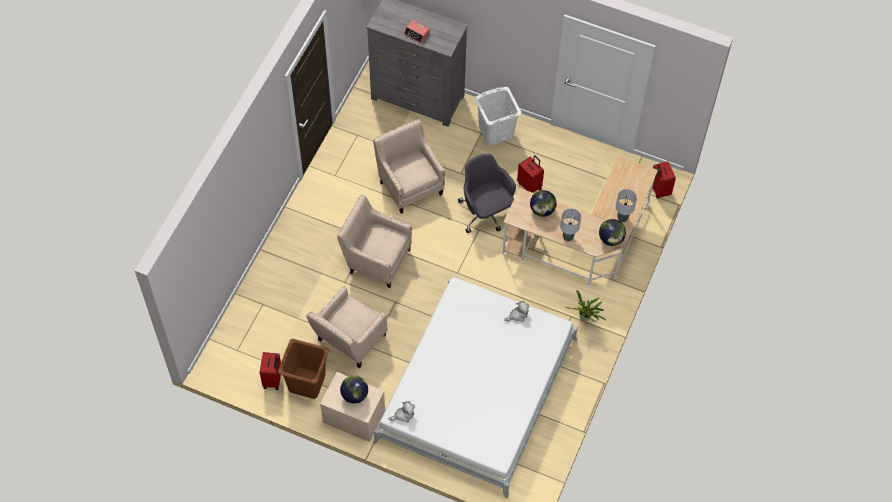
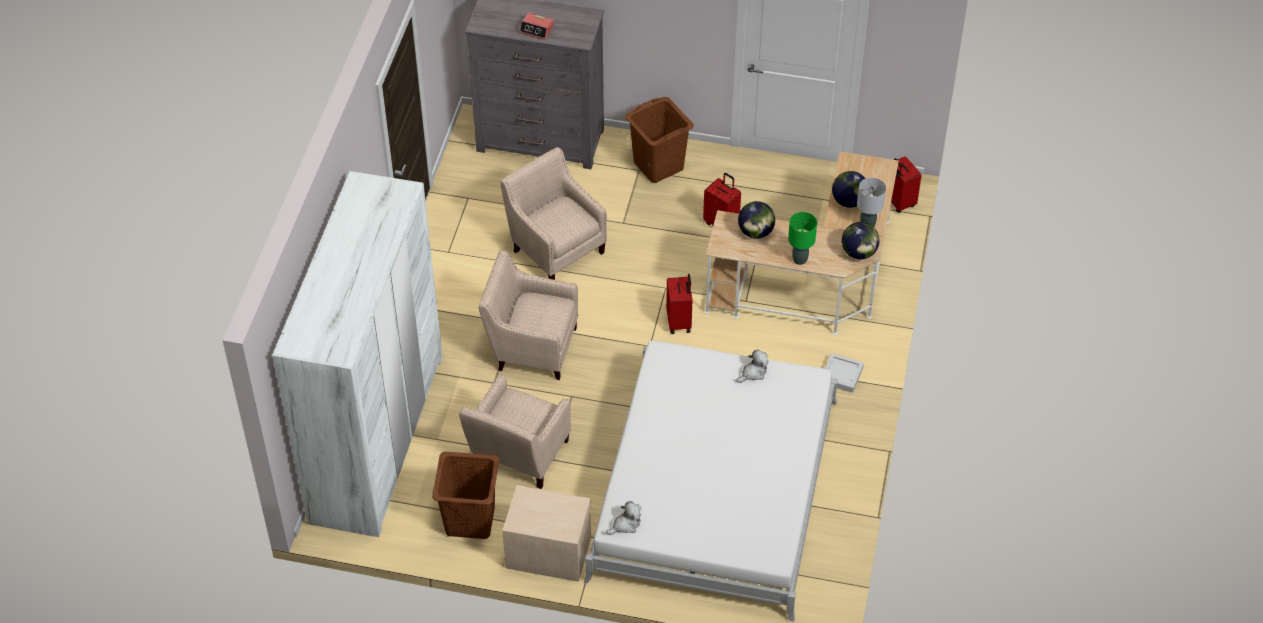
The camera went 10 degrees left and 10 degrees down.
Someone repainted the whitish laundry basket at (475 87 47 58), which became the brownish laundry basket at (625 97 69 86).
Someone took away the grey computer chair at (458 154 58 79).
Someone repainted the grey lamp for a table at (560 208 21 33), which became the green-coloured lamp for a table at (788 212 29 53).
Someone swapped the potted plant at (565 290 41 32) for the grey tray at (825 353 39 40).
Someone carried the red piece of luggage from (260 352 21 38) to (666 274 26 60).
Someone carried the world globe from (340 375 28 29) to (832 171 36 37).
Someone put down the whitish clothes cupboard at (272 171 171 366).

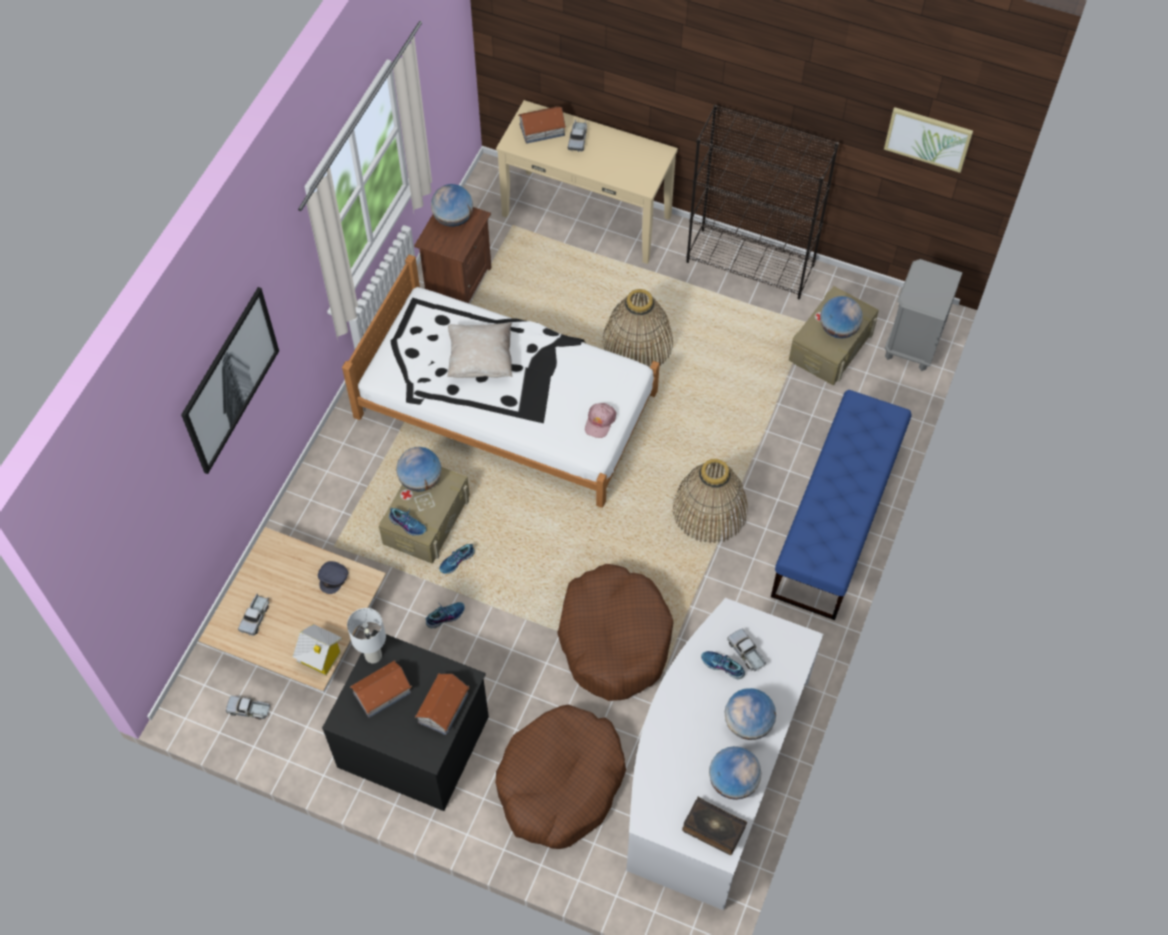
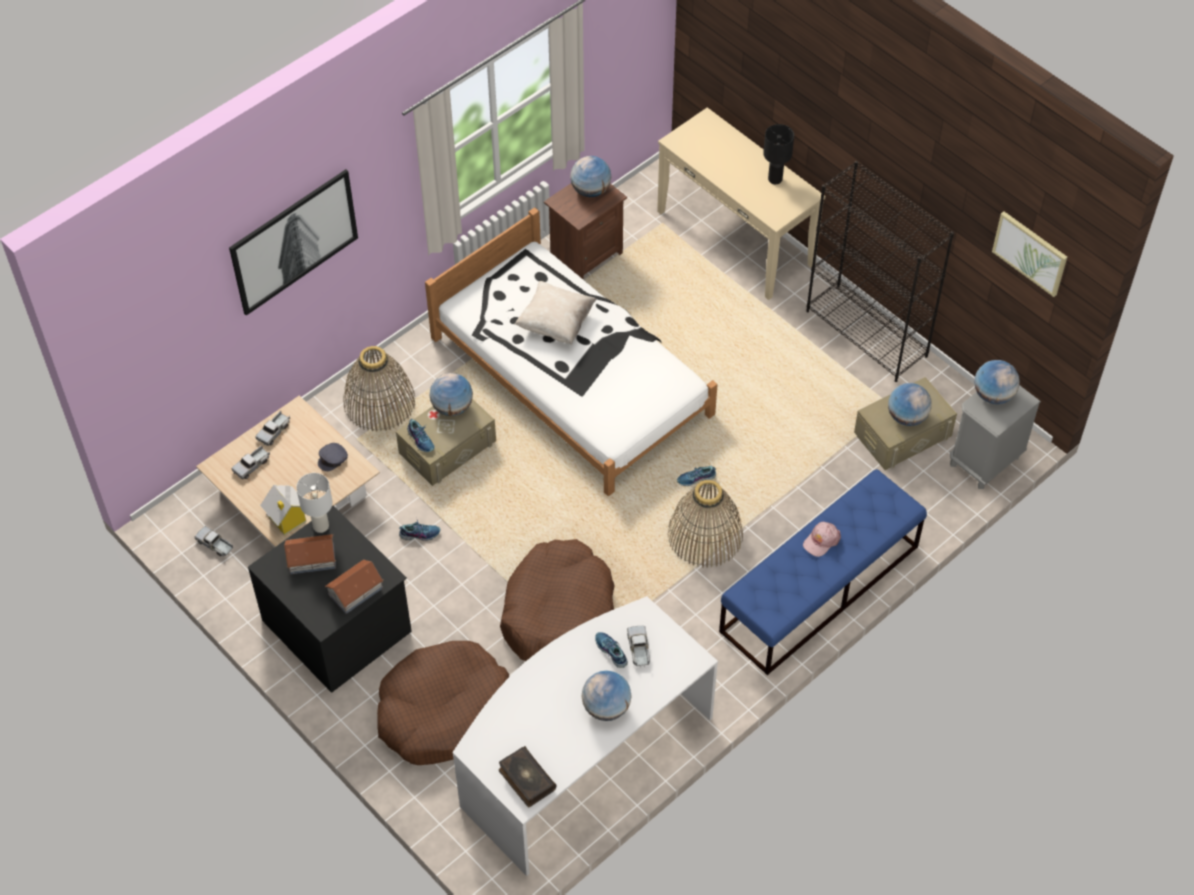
The camera went 25 degrees right and 5 degrees down.
Someone took away the miniature house at (518 106 48 38).
Someone carried the toy lorry from (568 119 19 33) to (255 411 35 35).
Someone carried the basket from (602 289 71 78) to (343 346 72 85).
Someone carried the pink baseball cap from (585 403 31 35) to (803 521 38 36).
Someone carried the low shoe from (439 544 36 30) to (677 466 39 20).
Someone carried the world globe from (709 746 52 54) to (974 360 46 44).
Someone put down the blackish lamp for a table at (763 124 31 60).

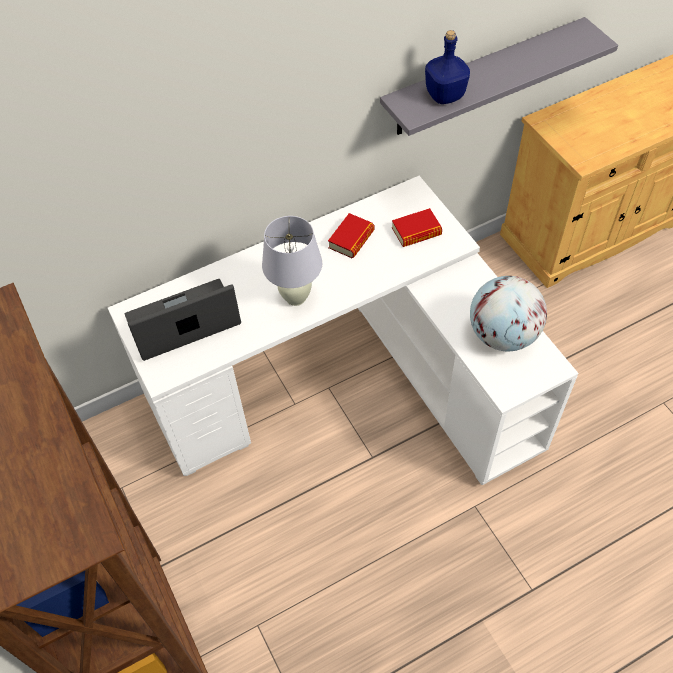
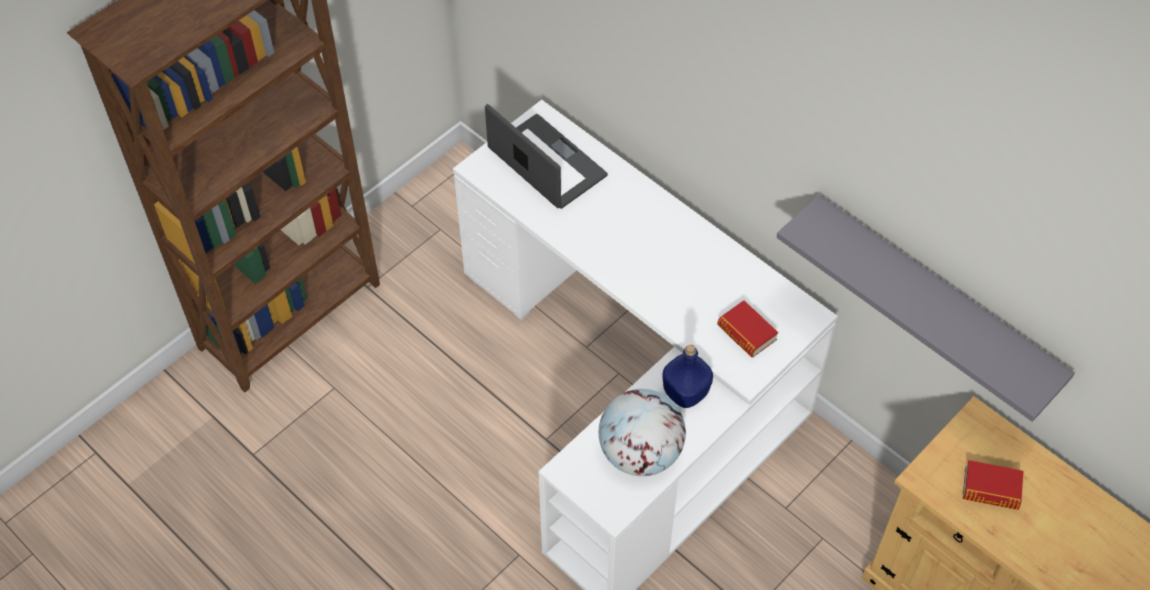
The camera went 70 degrees right and 0 degrees up.
Someone carried the bluish beverage bottle from (425 30 45 74) to (662 345 51 63).
Someone carried the bound book from (328 213 46 45) to (963 460 60 50).
Someone took away the whitish lamp for a table at (262 216 60 90).

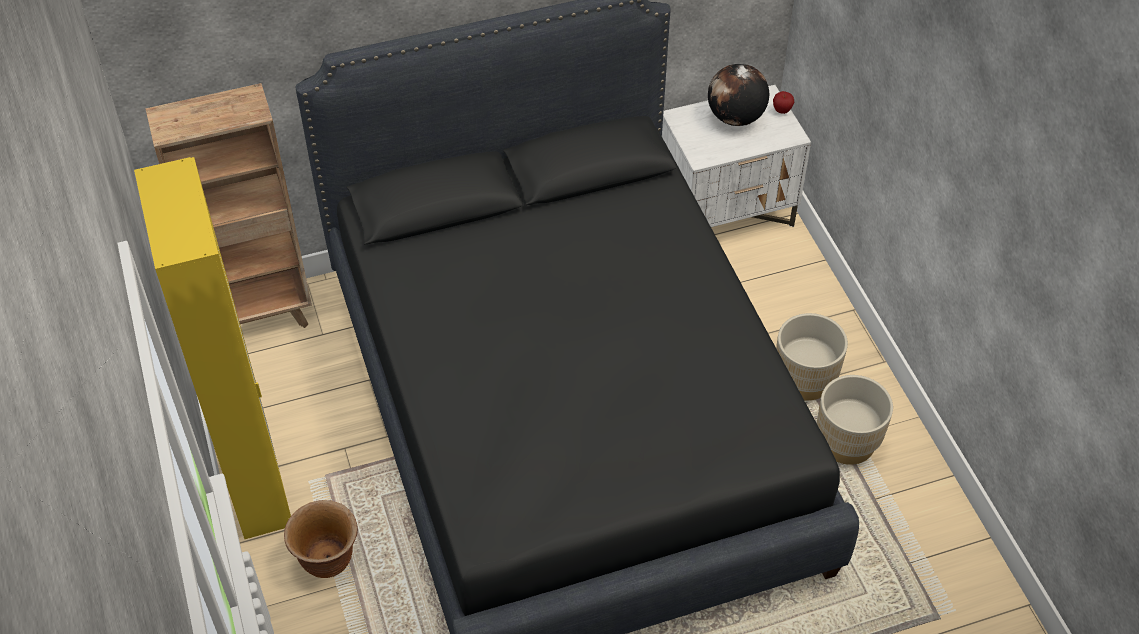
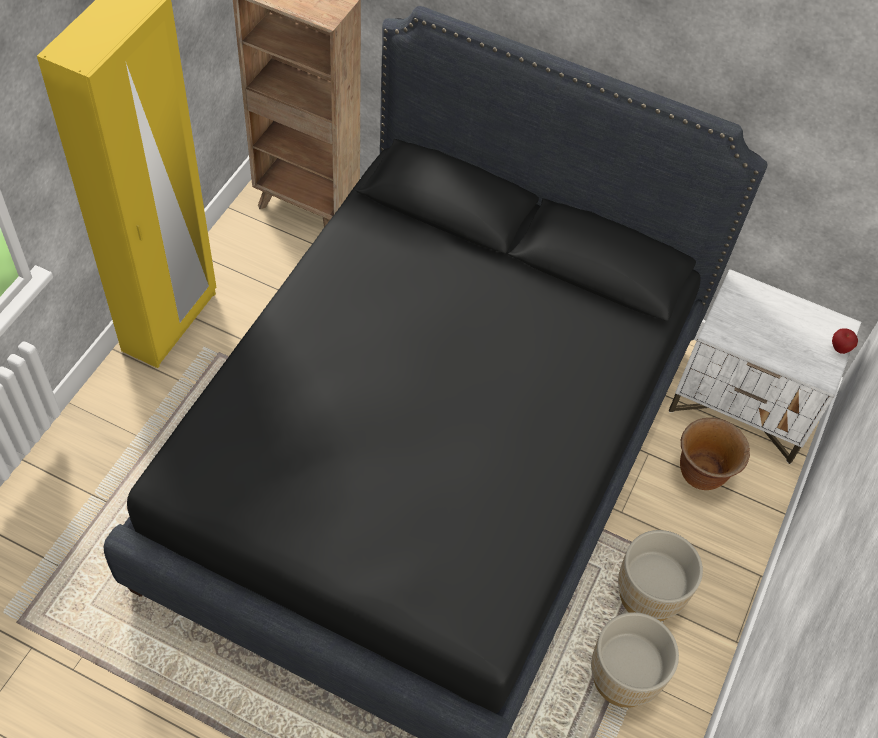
The camera went 40 degrees right and 5 degrees up.
Someone took away the world globe at (708 64 61 62).
Someone carried the brownish planter from (284 500 74 78) to (680 418 70 72).

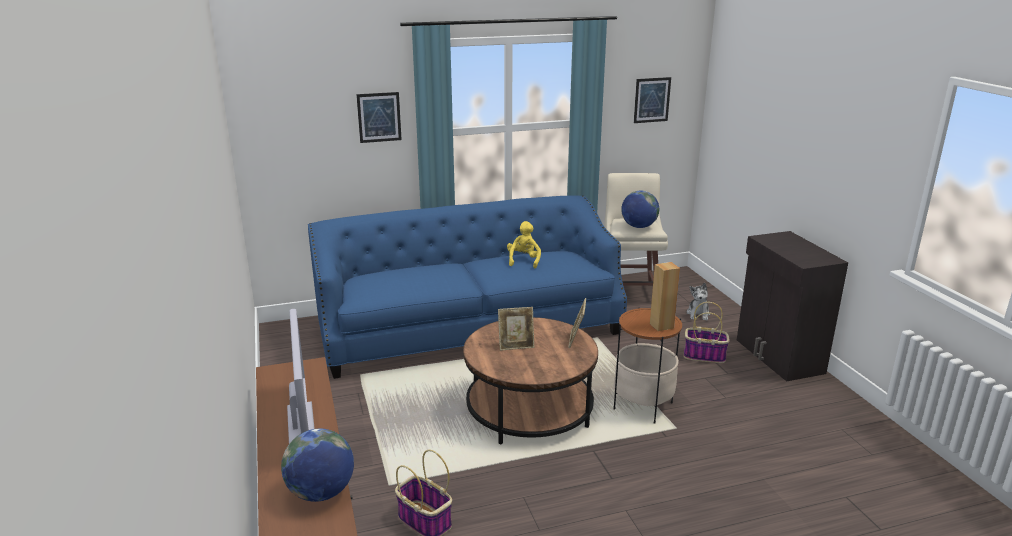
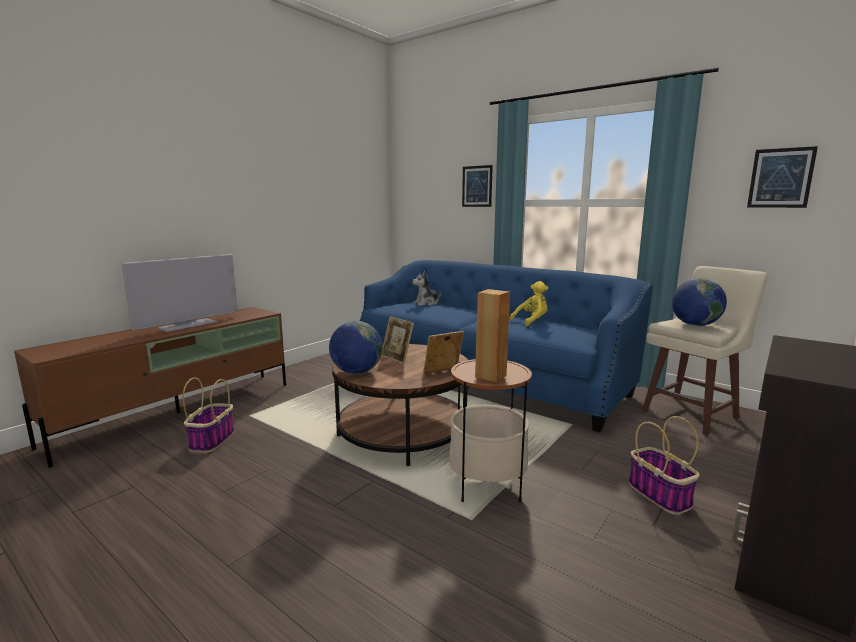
The camera went 55 degrees right and 10 degrees down.
Someone carried the soft toy from (687 283 23 37) to (412 271 30 35).
Someone carried the world globe from (281 429 73 73) to (329 321 54 53).

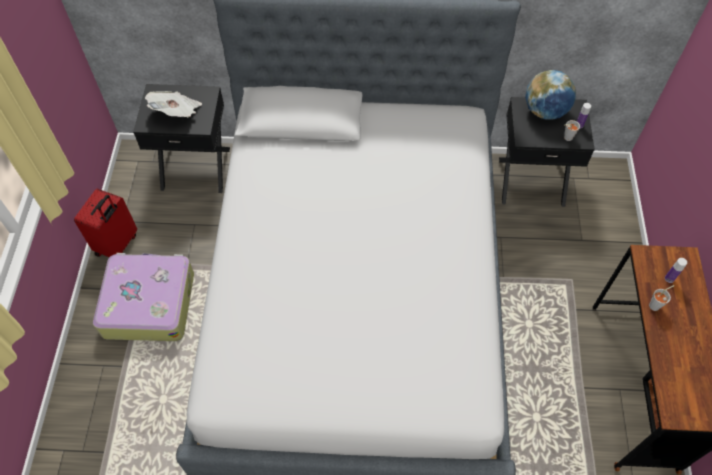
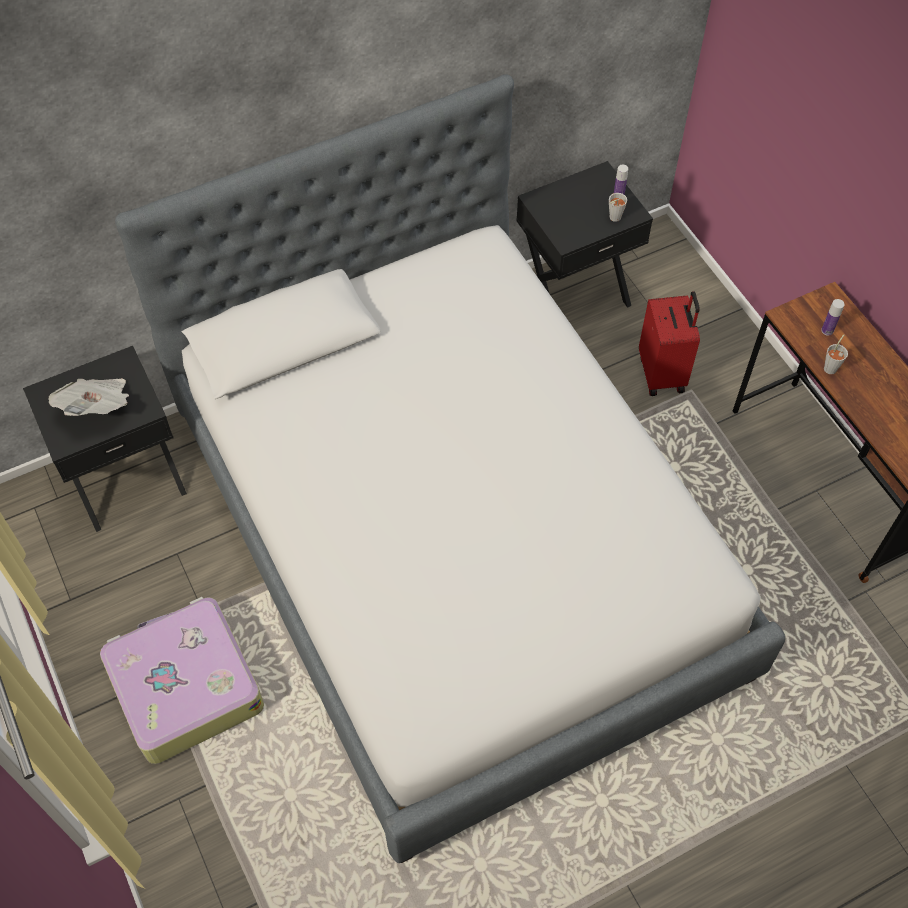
The camera went 30 degrees left and 0 degrees up.
Someone took away the world globe at (525 70 51 50).
Someone carried the red piece of luggage from (74 189 63 68) to (639 291 61 105).

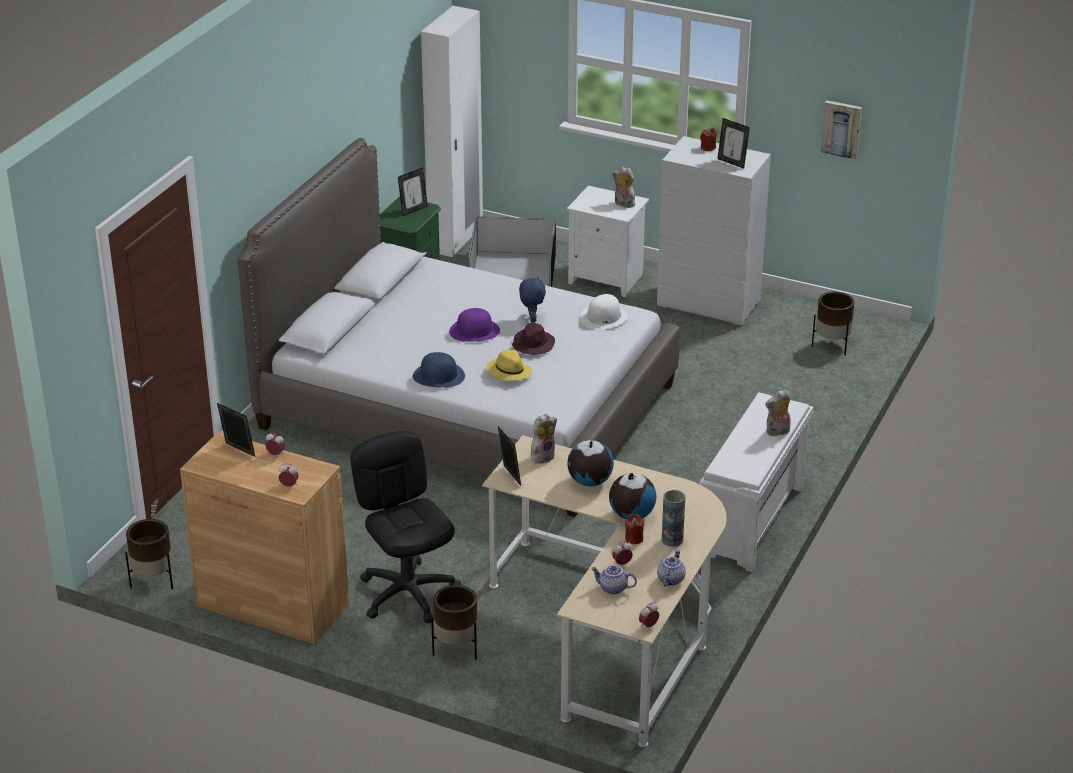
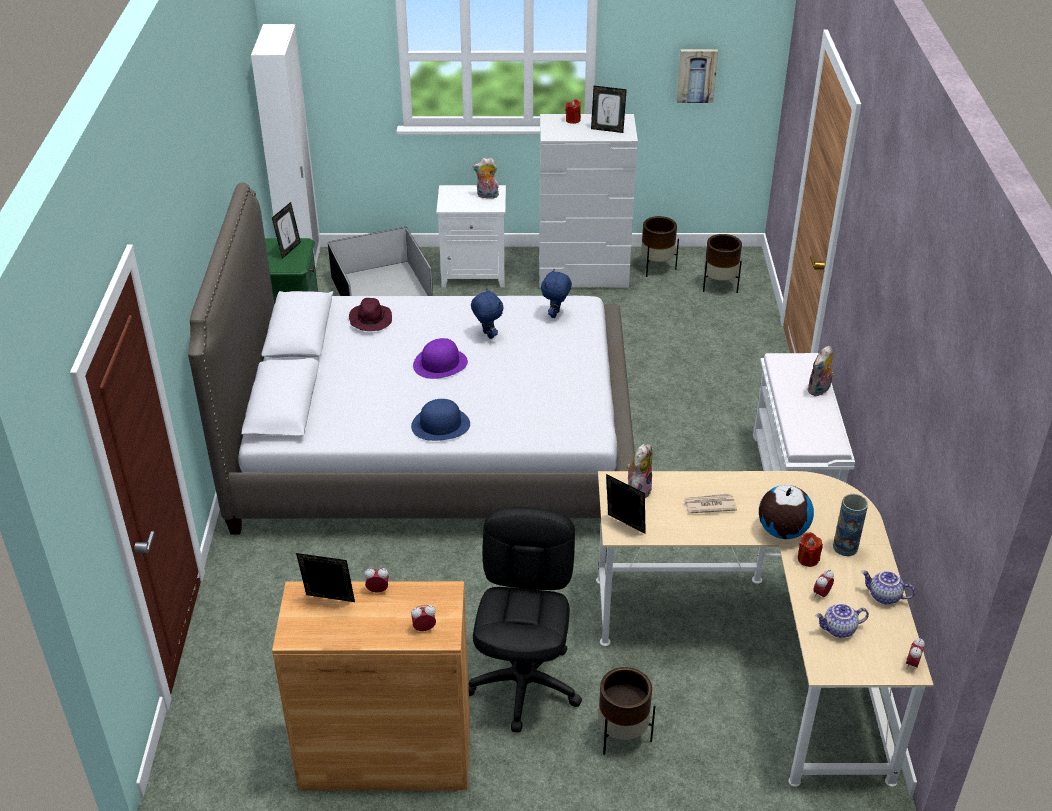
The camera went 25 degrees left and 5 degrees up.
Someone swapped the whitish wearable hat at (580 294 48 36) for the bluish soft toy at (541 269 31 49).
Someone carried the purple-coloured wearable hat from (512 323 43 32) to (349 298 43 33).
Someone took away the yellowish wearable hat at (487 350 45 31).
Someone rotated the blackish computer chair at (350 431 111 192) by 60 degrees clockwise.
Someone swapped the world globe at (567 440 47 46) for the newspaper at (684 493 53 20).
Someone carried the brownish planter from (125 519 48 70) to (641 216 38 61).
Someone rotated the teapot at (657 550 29 37) by 60 degrees counterclockwise.

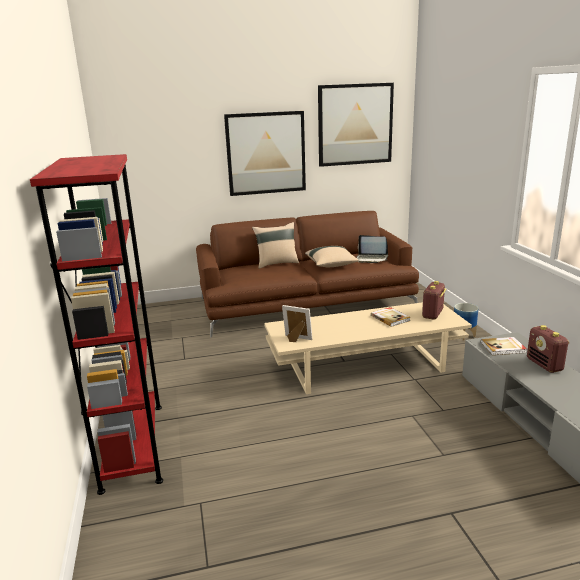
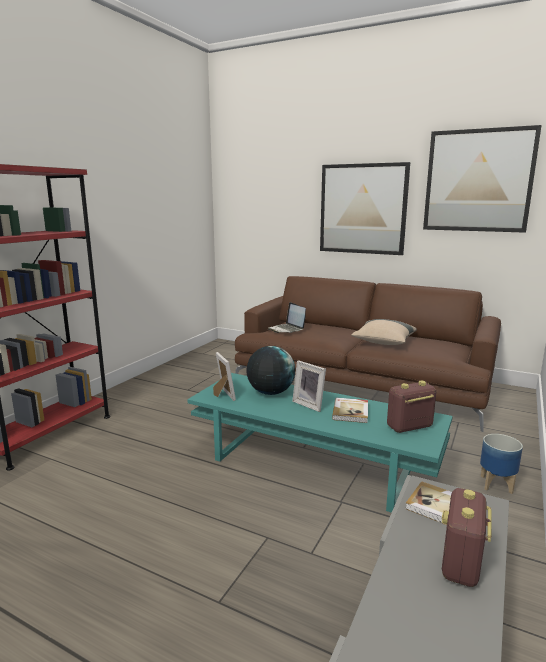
The camera went 40 degrees right and 5 degrees down.
Someone took away the sand-coloured cushion at (252 222 47 47).
Someone carried the portable computer from (357 235 31 28) to (268 302 38 31).
Someone repainted the sand-coloured lounge table at (264 302 208 92), which became the turquoise-coloured lounge table at (187 373 266 140).
Someone put down the world globe at (246 346 49 49).
Someone put down the photo frame at (292 360 34 52).

